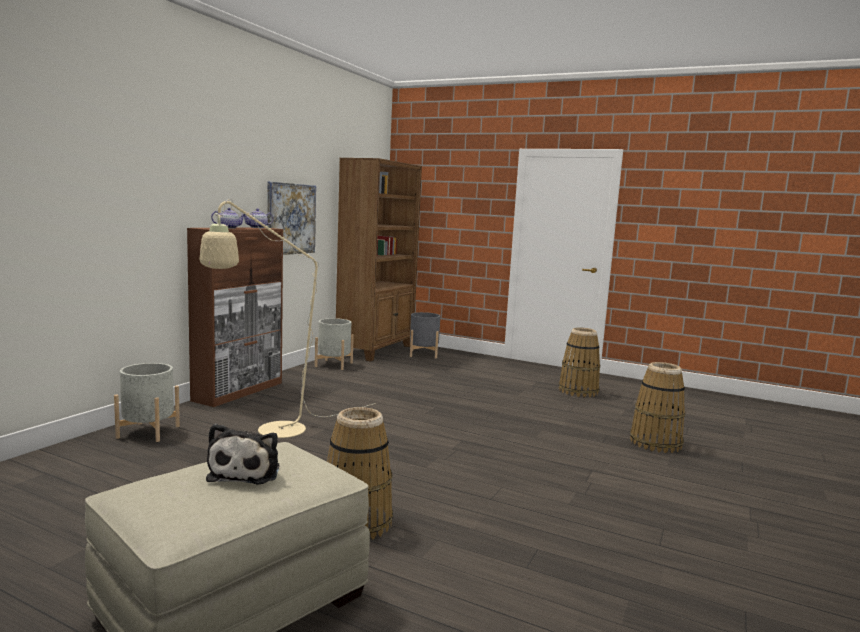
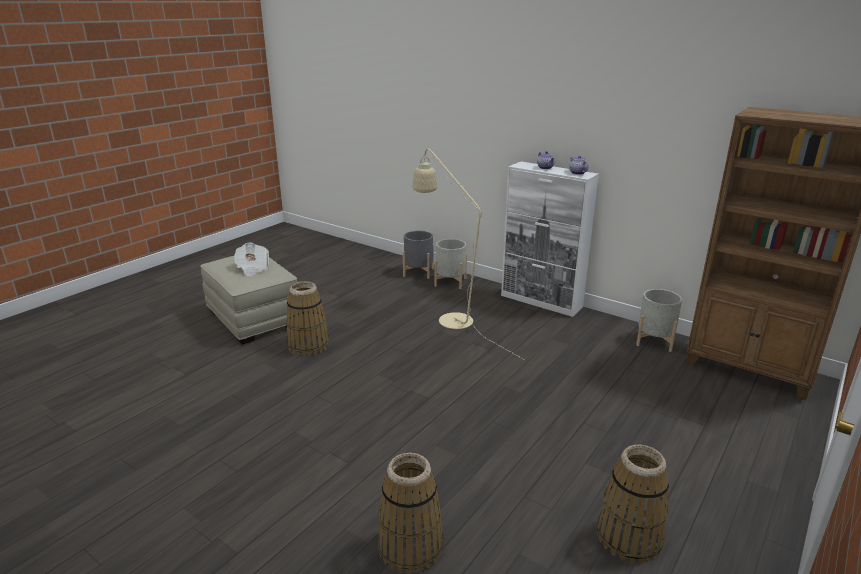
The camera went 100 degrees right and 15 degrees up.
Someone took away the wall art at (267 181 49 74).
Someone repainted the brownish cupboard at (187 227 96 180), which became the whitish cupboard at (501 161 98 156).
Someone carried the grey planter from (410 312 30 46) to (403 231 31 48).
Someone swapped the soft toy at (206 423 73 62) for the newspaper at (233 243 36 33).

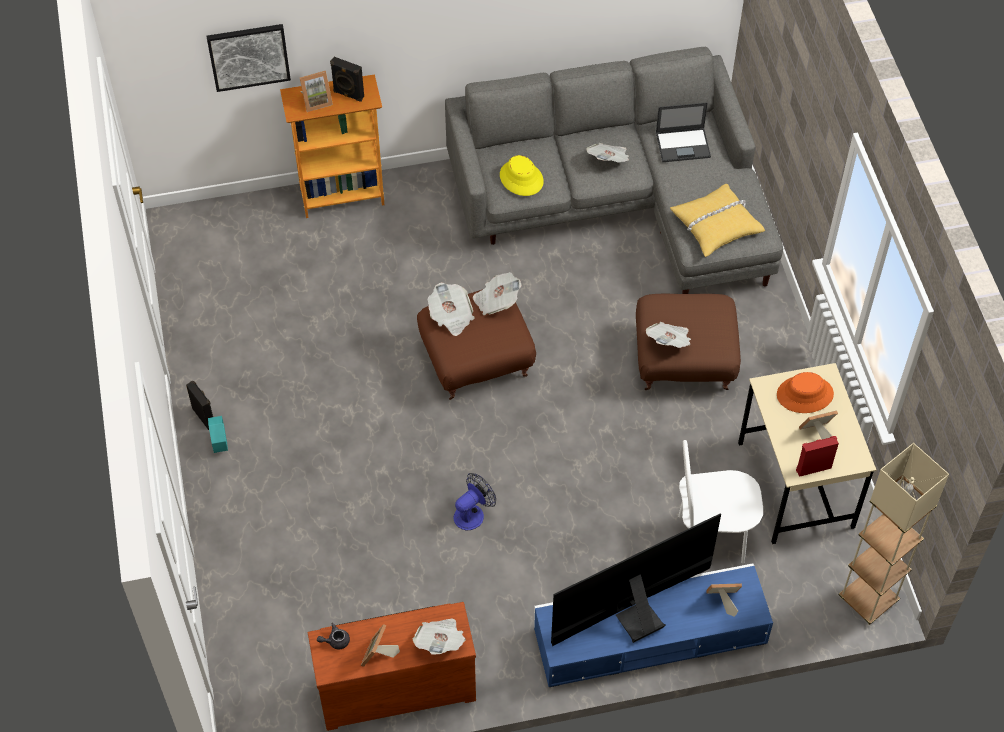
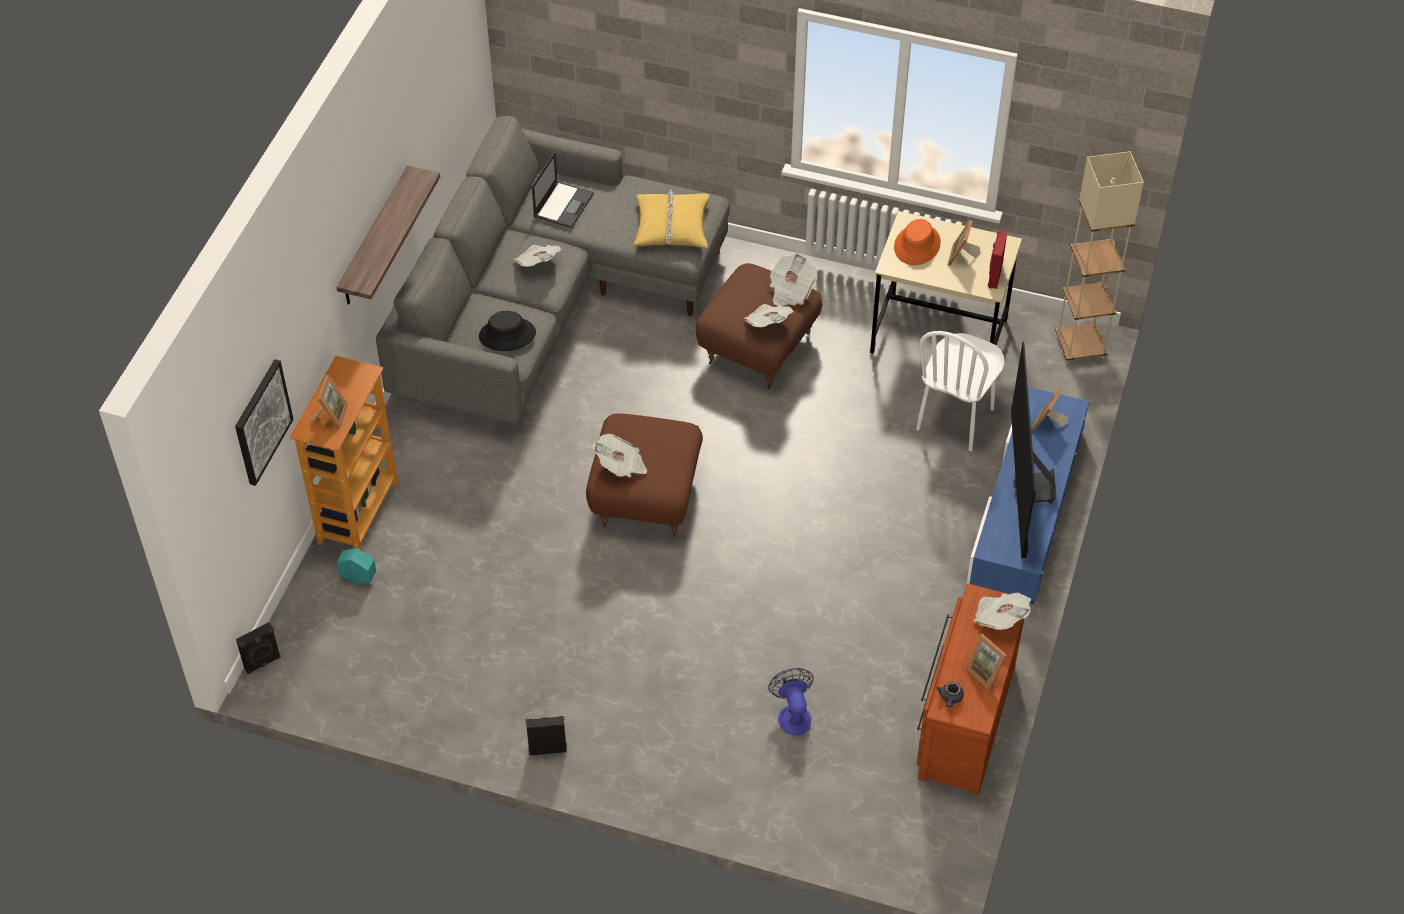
The camera went 60 degrees left and 5 degrees down.
Someone carried the blackish speaker from (330 57 34 45) to (236 622 45 52).
Someone repainted the yellowish wearable hat at (500 155 44 41), which became the blackish wearable hat at (479 311 57 40).
Someone carried the newspaper from (473 272 49 43) to (770 253 48 53).
Someone carried the turquoise-coloured planter from (208 416 20 37) to (336 548 40 37).
Someone carried the fan from (453 473 43 57) to (768 668 46 67).
Someone put up the bracket shelf at (336 165 104 140).

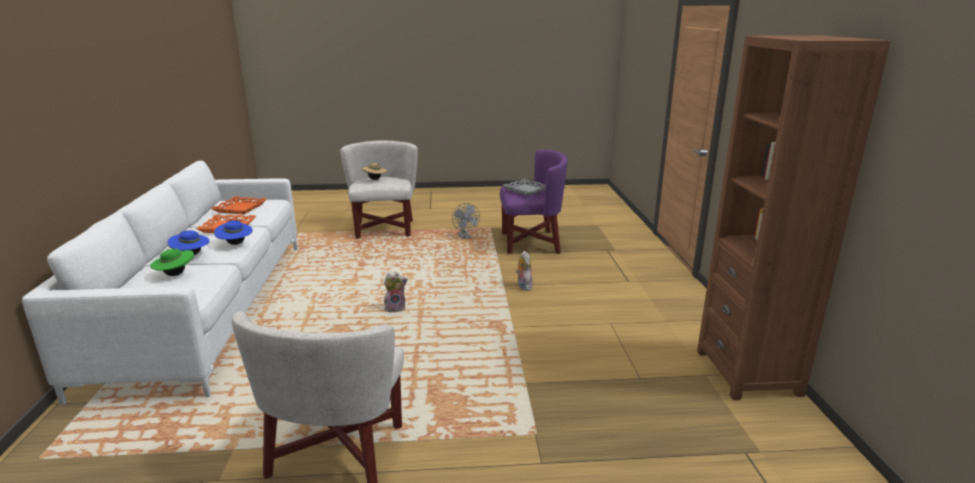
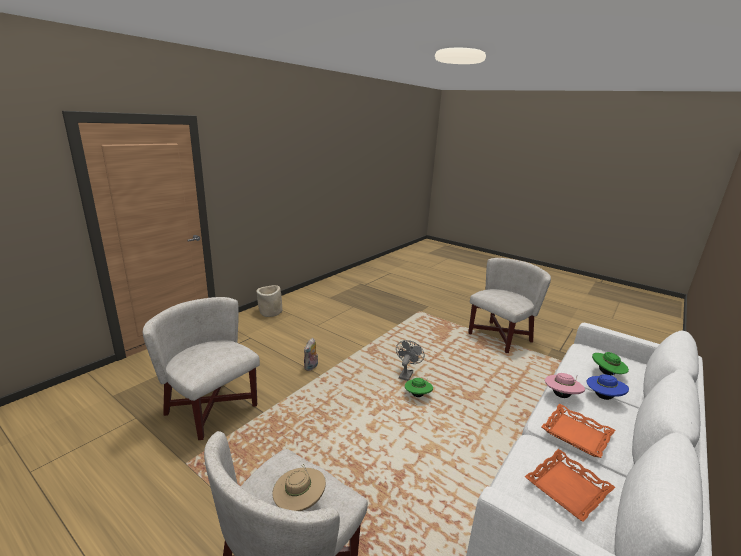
The camera went 140 degrees left and 0 degrees up.
Someone took away the brownish shelving unit at (697 35 194 365).
Someone repainted the purple-coloured armchair at (500 150 68 104), which became the whitish armchair at (143 297 117 143).
Someone took away the grey tray at (503 179 43 17).
Someone carried the grey fan from (452 203 28 36) to (396 340 28 41).
Someone repainted the bluish wearable hat at (214 220 39 25), which became the pink wearable hat at (545 373 40 25).
Someone swapped the soft toy at (384 272 24 40) for the green-coloured wearable hat at (405 378 28 19).
Someone put down the sand-coloured planter at (256 285 26 32).

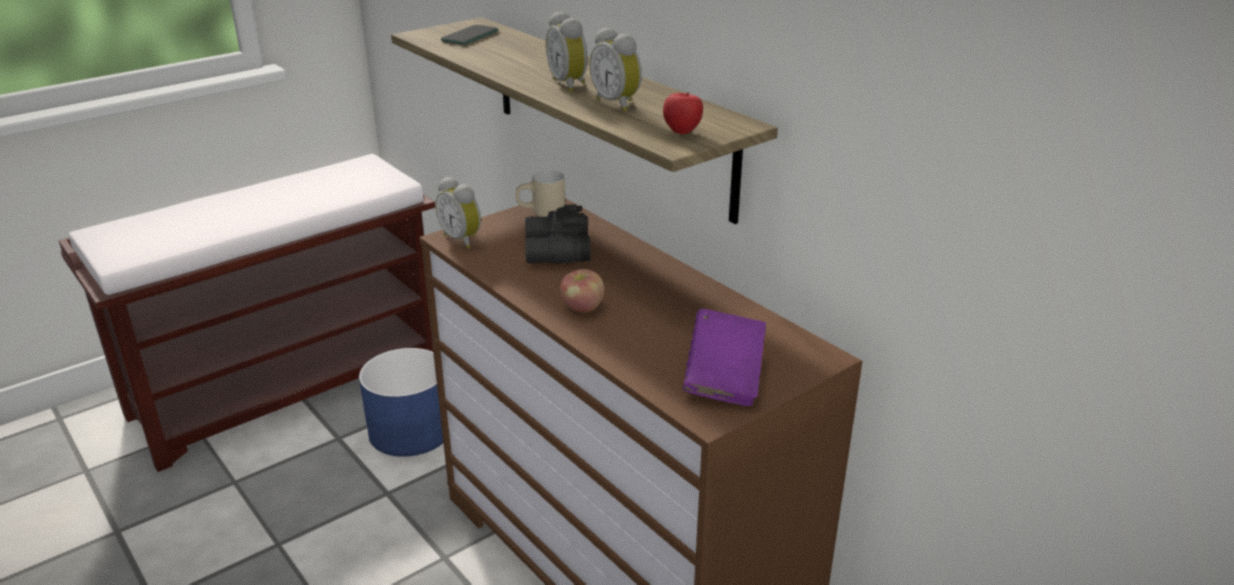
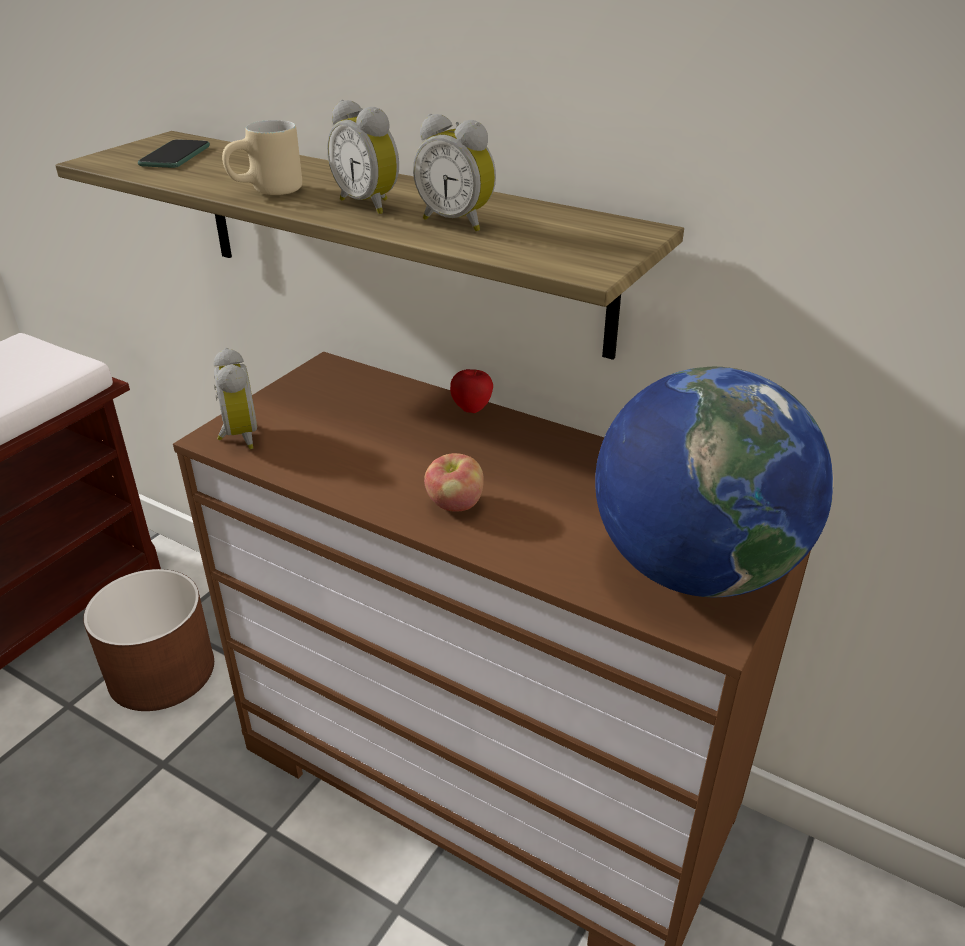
The camera went 20 degrees left and 5 degrees up.
Someone carried the apple fruit from (663 92 40 42) to (450 369 43 44).
Someone carried the sand-coloured mug from (515 170 50 47) to (222 120 80 75).
Someone rotated the alarm clock at (435 177 46 72) by 135 degrees counterclockwise.
Someone took away the blackish pair of binoculars at (525 204 66 60).
Someone swapped the purple-coloured bound book at (683 309 83 97) for the world globe at (595 367 239 230).
Someone repainted the bluish planter at (359 348 84 109), which became the brownish planter at (83 569 131 142).

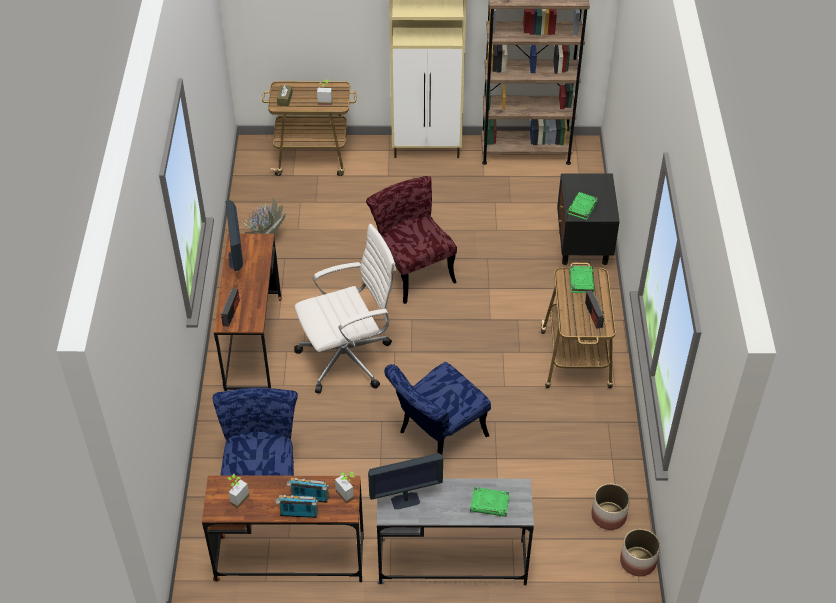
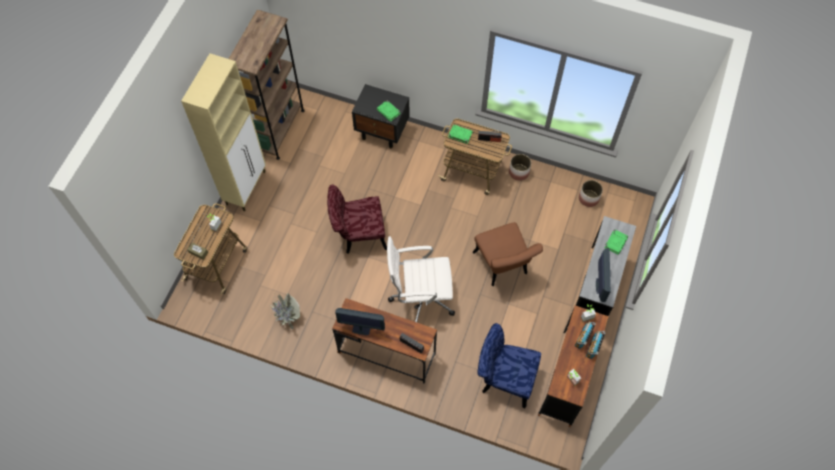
The camera went 70 degrees left and 15 degrees up.
Someone rotated the whitish computer chair at (294 224 102 169) by 90 degrees counterclockwise.
Someone repainted the bluish chair at (384 362 107 92), which became the brownish chair at (473 222 70 64).
Someone carried the planter from (620 529 40 47) to (509 154 22 27).

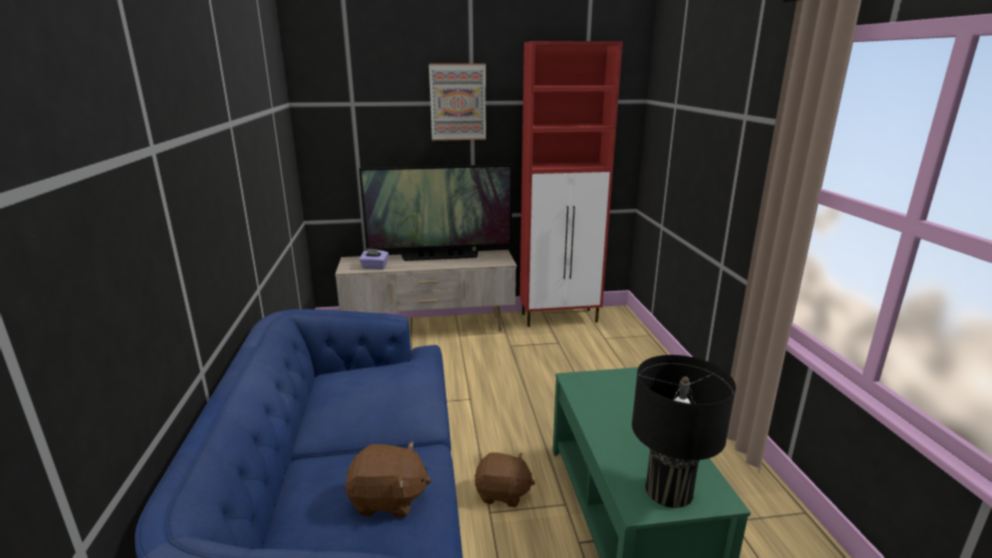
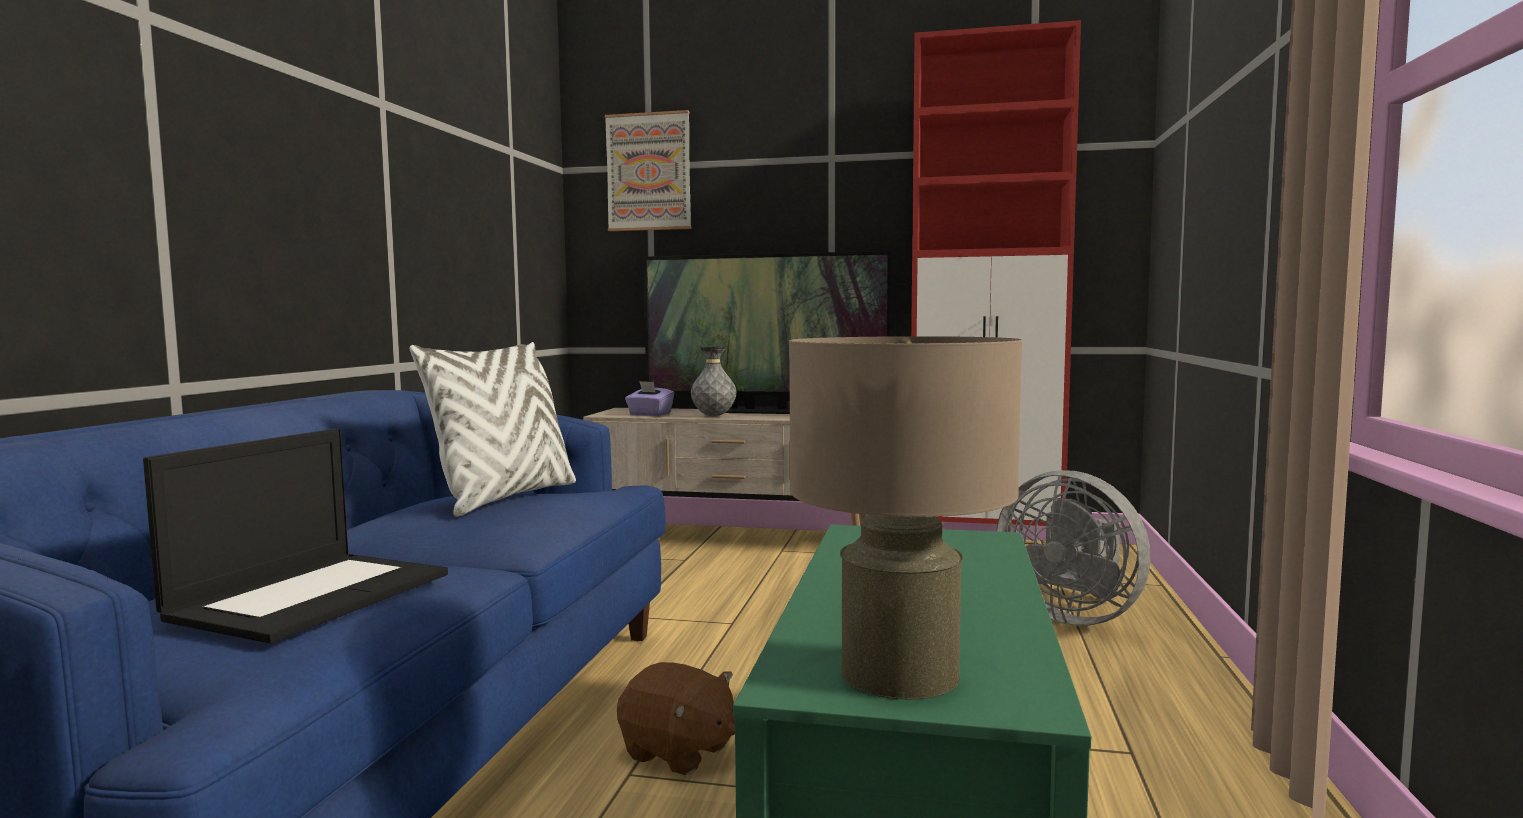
The camera went 20 degrees right and 15 degrees down.
Someone carried the wall art from (429 64 57 77) to (605 110 86 121).
Someone repainted the blackish lamp for a table at (632 355 104 153), which became the sand-coloured lamp for a table at (789 336 233 363).
Someone swapped the brownish soft toy at (345 441 86 76) for the portable computer at (143 429 305 214).
Someone put down the whitish cushion at (409 342 167 175).
Someone put down the grey vase at (691 346 45 71).
Someone put down the grey fan at (996 470 155 156).

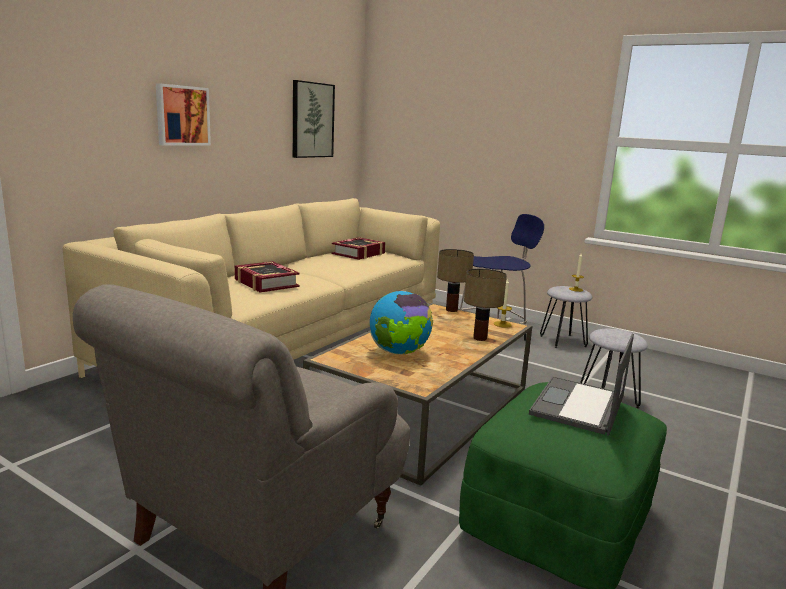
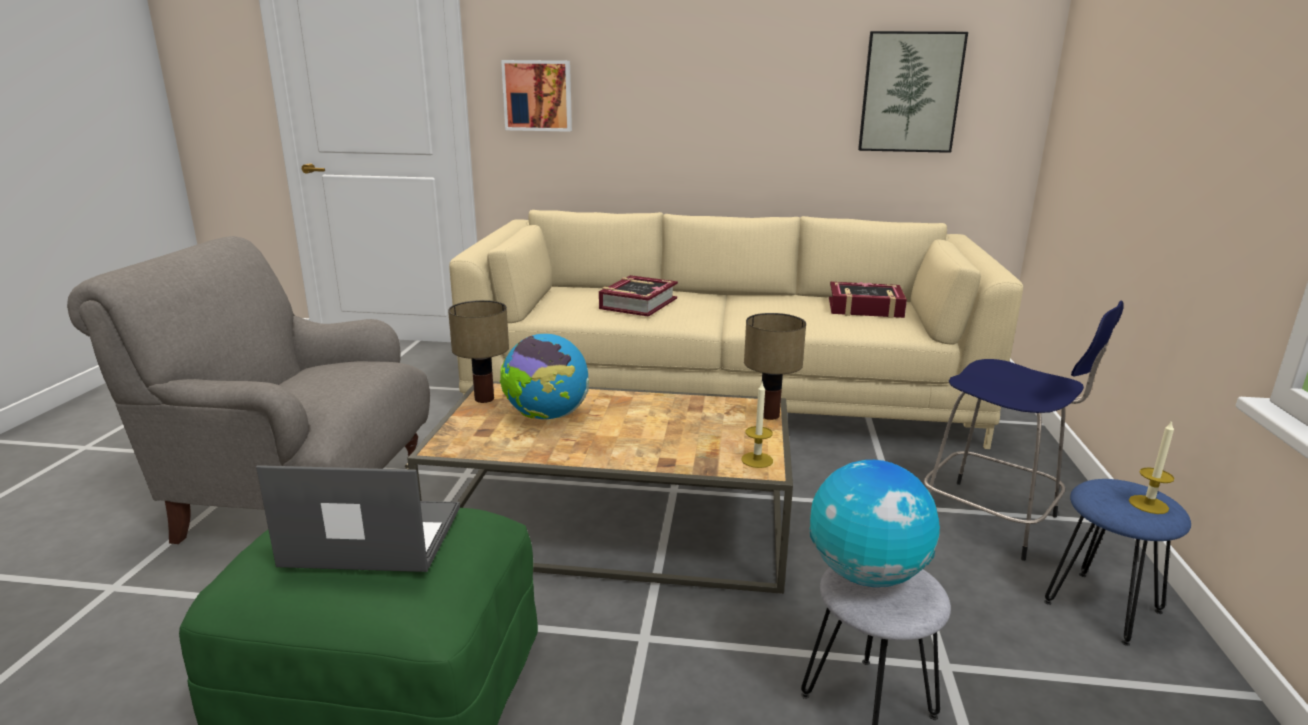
The camera went 65 degrees right and 5 degrees up.
Someone carried the wall art from (156 83 55 63) to (501 60 71 72).
Someone carried the lamp for a table from (464 269 43 72) to (448 300 61 103).
Someone repainted the grey stool at (540 286 52 62), which became the bluish stool at (1044 479 147 167).
Someone put down the world globe at (810 460 130 127).

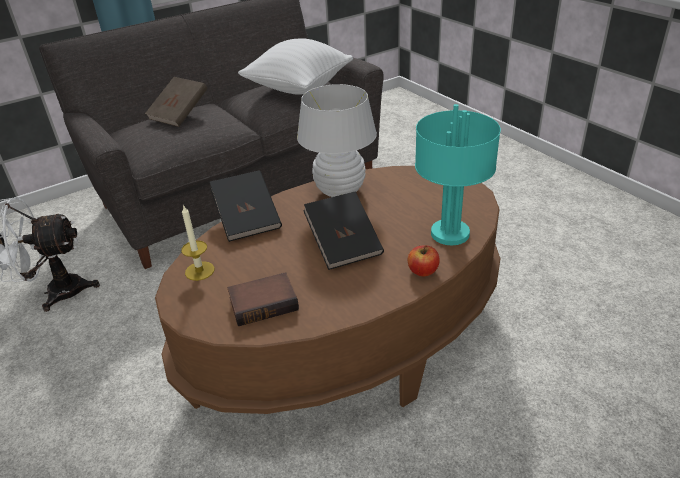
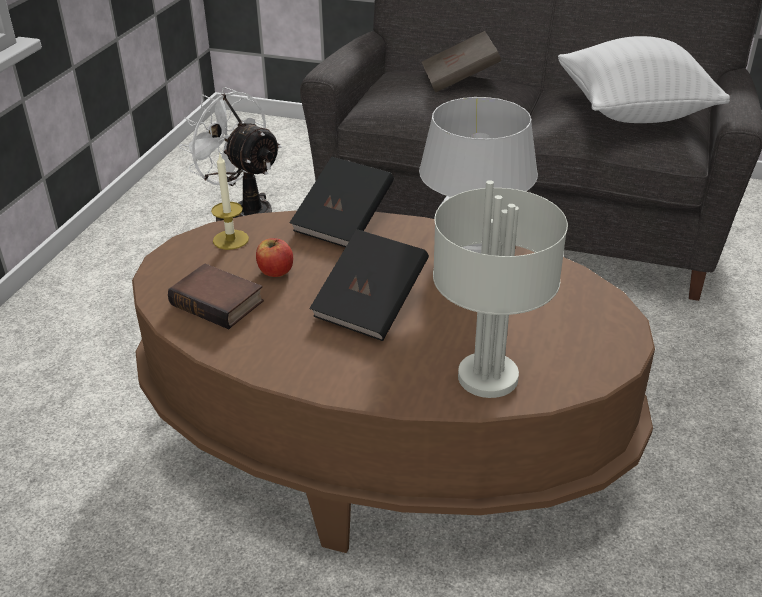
The camera went 50 degrees right and 0 degrees up.
Someone repainted the turquoise-coloured lamp for a table at (415 104 86 141), which became the grey lamp for a table at (433 180 135 218).
Someone carried the apple fruit from (408 245 32 31) to (256 238 37 39).

